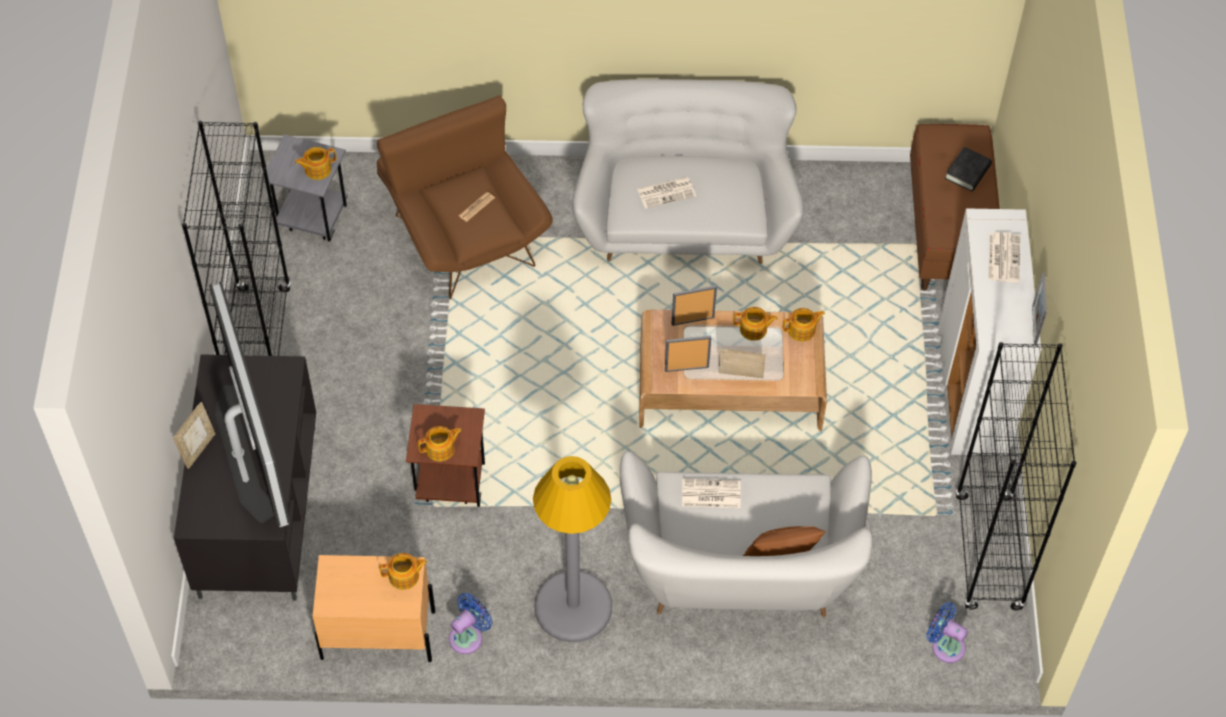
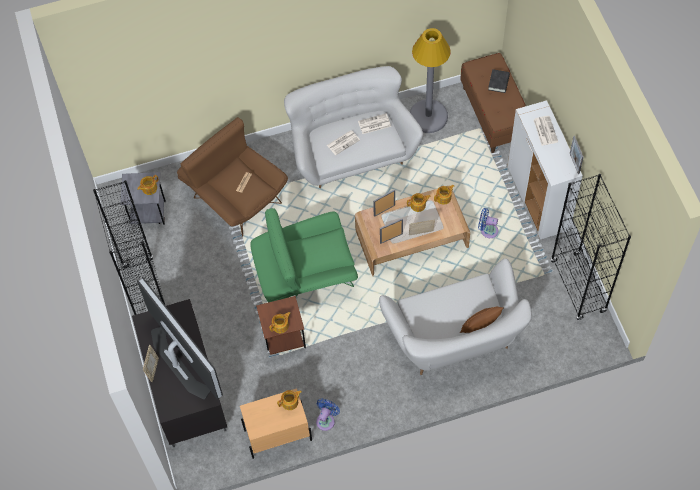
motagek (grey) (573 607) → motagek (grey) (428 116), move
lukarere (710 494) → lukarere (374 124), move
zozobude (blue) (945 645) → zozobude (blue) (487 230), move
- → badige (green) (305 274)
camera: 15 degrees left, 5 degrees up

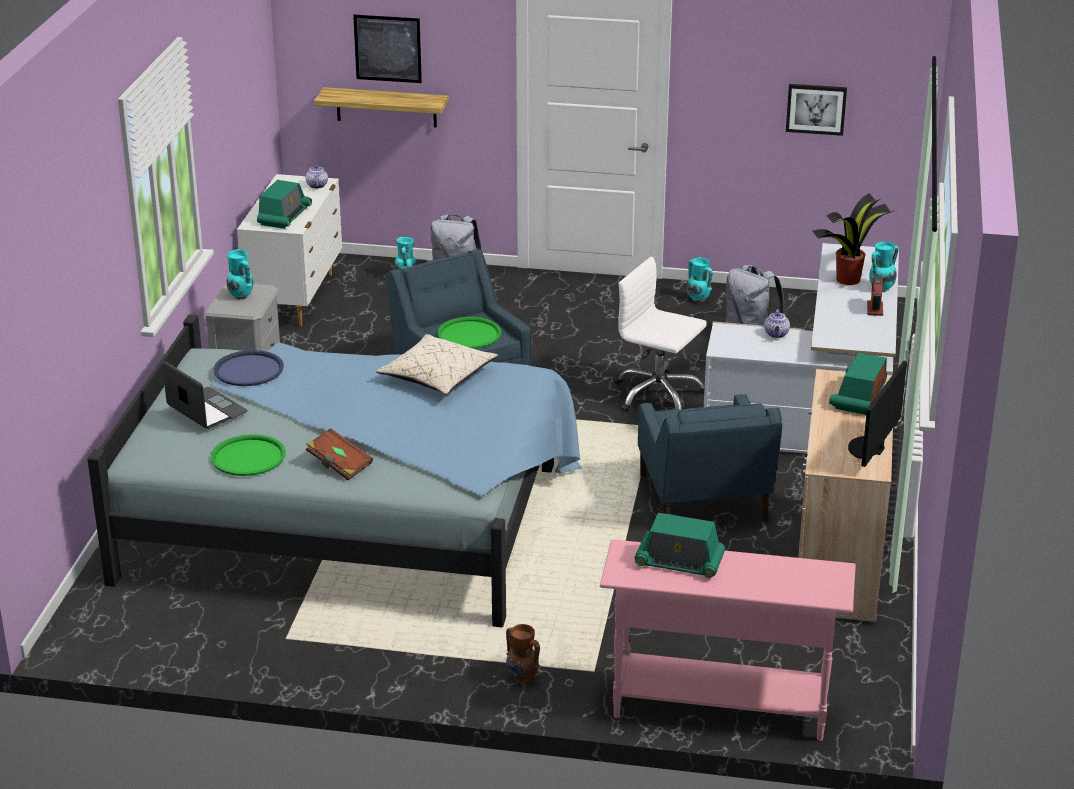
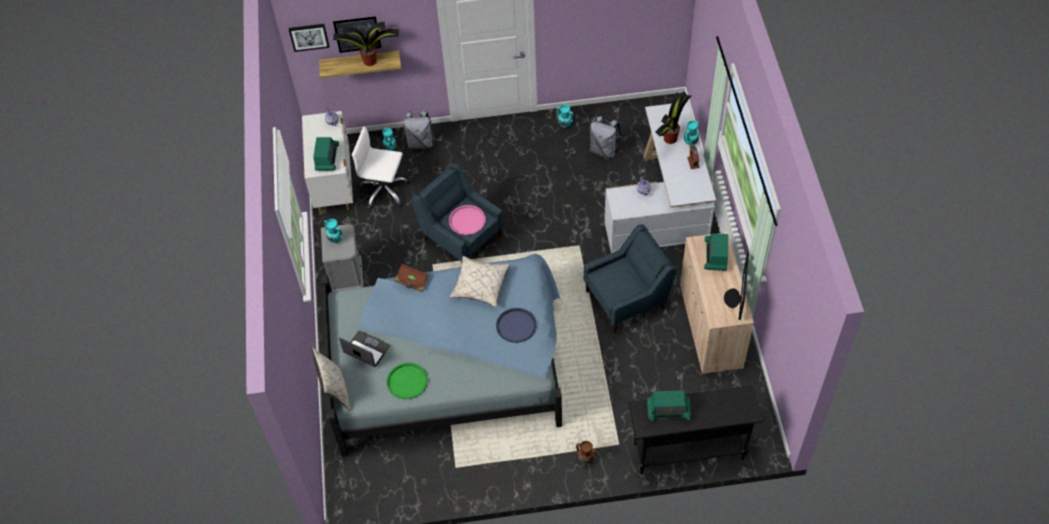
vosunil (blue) (248 369) → vosunil (blue) (516 325), move
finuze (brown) (339 465) → finuze (brown) (412 282), move
vosunil (green) (469 334) → vosunil (pink) (467 220)
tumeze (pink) (719 707) → tumeze (black) (688 451)
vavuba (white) (658 395) → vavuba (white) (384 191), move
badige (blue) (703 501) → badige (blue) (627 299), 90 degrees counterclockwise
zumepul (816 108) → zumepul (309 36), move
- → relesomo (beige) (335 390)
- → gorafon (371 61)
camera: 15 degrees left, 25 degrees up

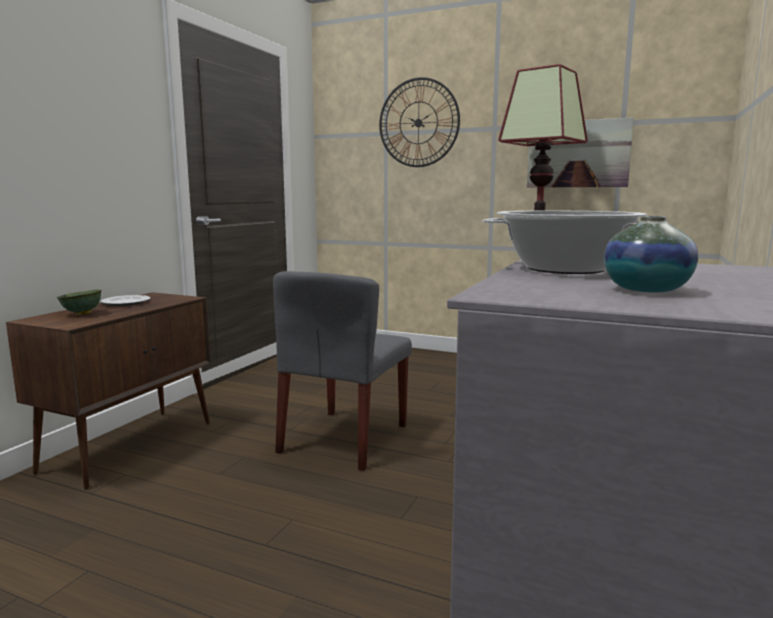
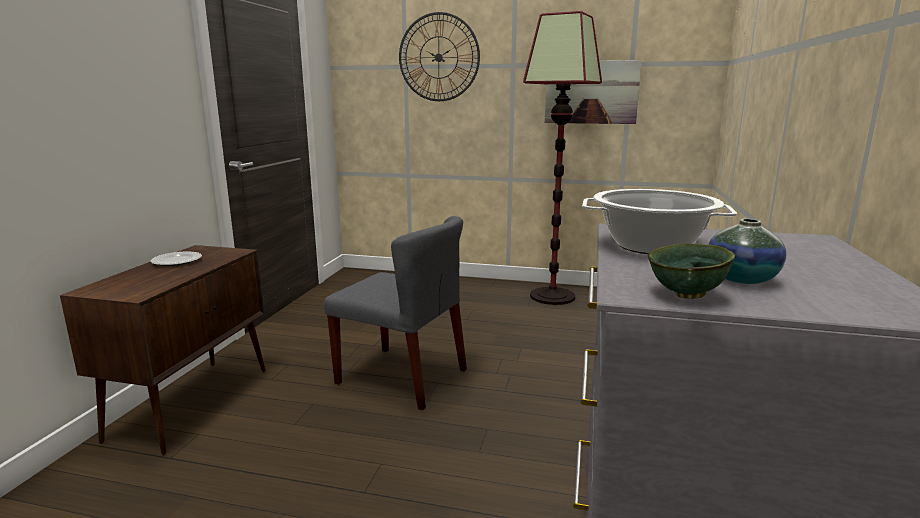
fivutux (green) (82 314) → fivutux (green) (687 296), move
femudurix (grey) (344 439) → femudurix (grey) (403 376), 75 degrees counterclockwise
camera: 10 degrees left, 5 degrees up

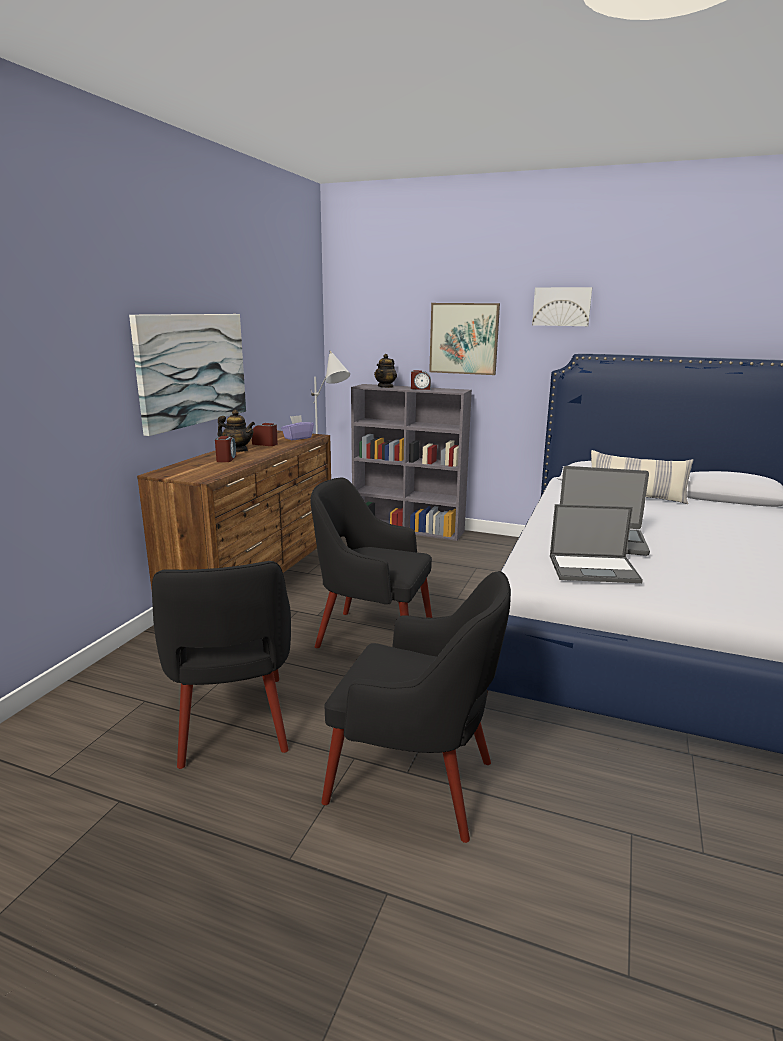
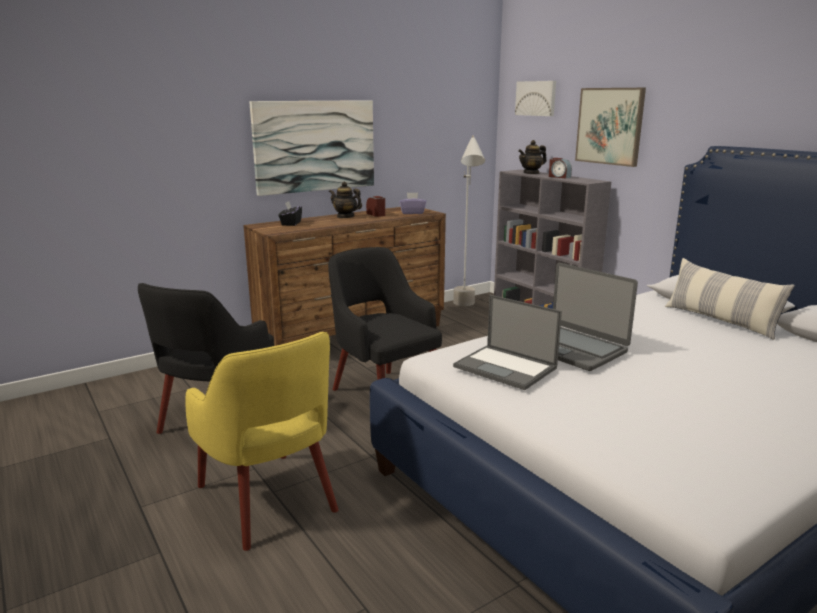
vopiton (226 459) → -
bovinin (237 450) → bovinin (345 216), 150 degrees clockwise
badige (black) (415 783) → badige (yellow) (268 500)
zumepul (561 306) → zumepul (536 98), move
- → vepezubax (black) (291 223)
camera: 35 degrees right, 0 degrees up

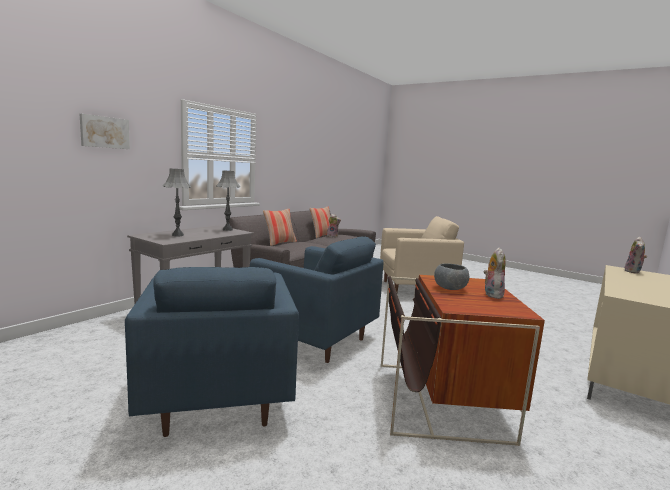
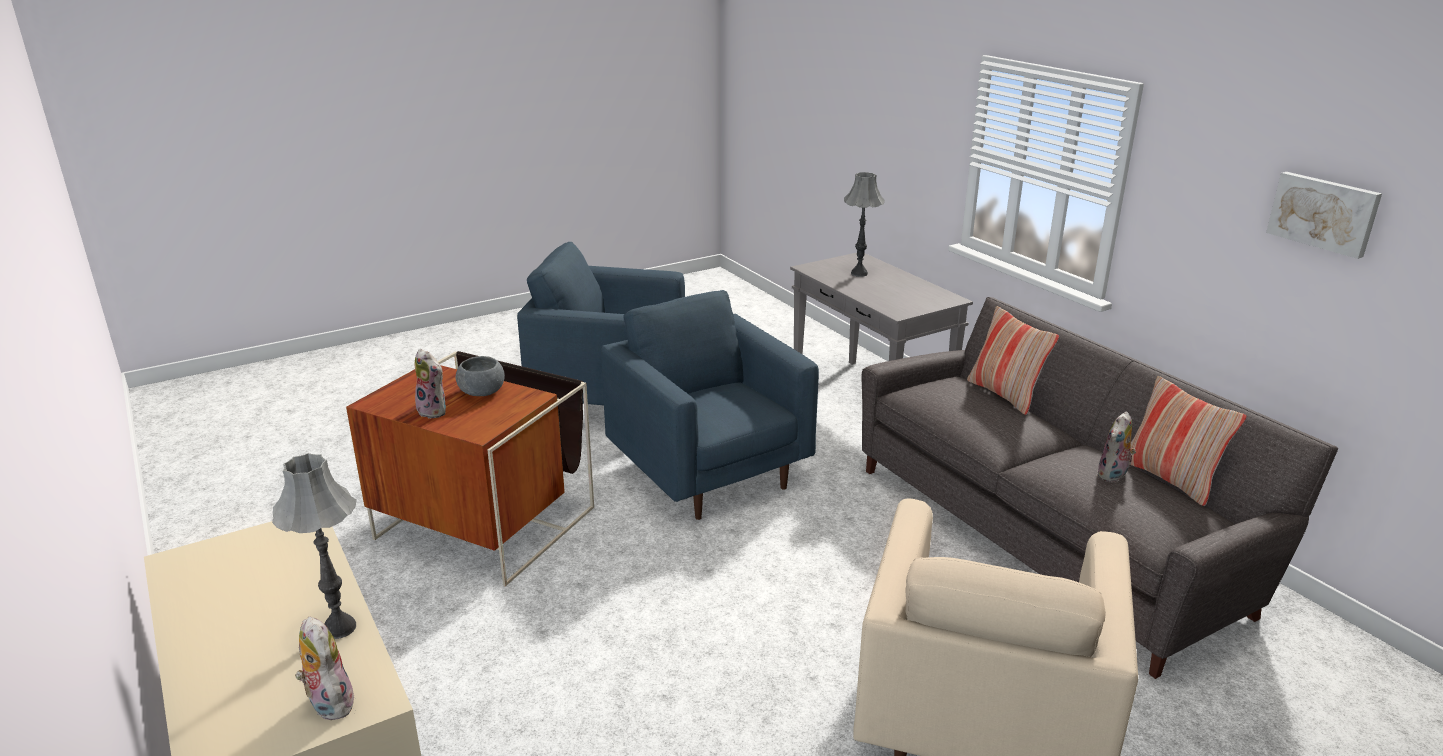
zumepul (104 132) → zumepul (1324 213), move
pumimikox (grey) (227 229) → pumimikox (grey) (339 628), move
badige (blue) (314 339) → badige (blue) (710 474), 90 degrees clockwise
camera: 115 degrees right, 15 degrees up

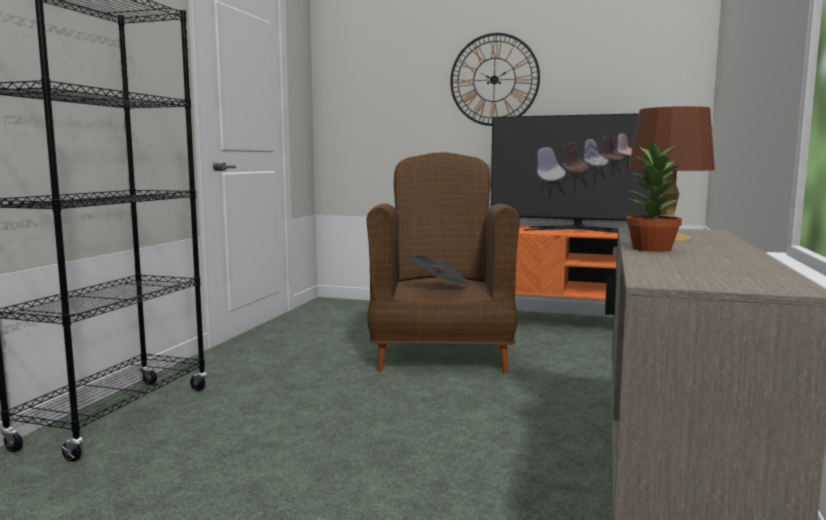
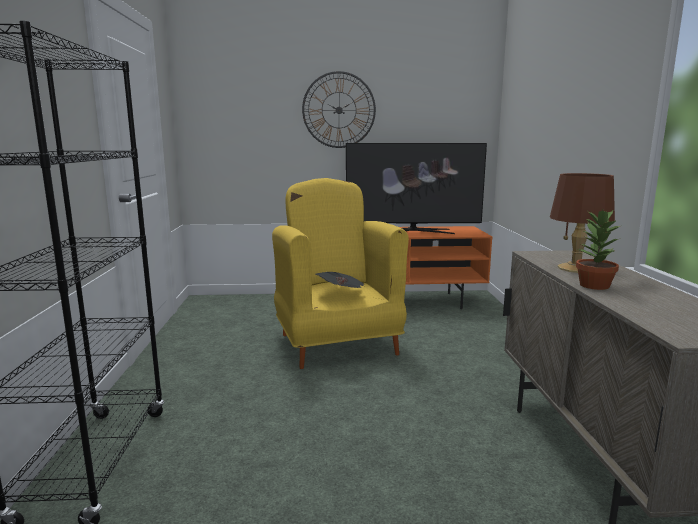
badige (brown) (442 354) → badige (yellow) (337 344)
camera: 20 degrees left, 5 degrees up

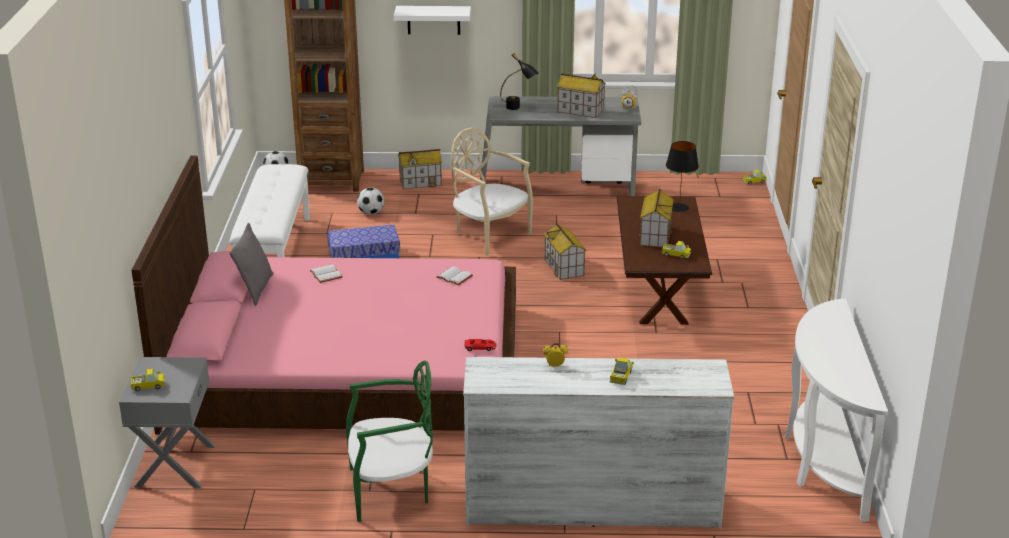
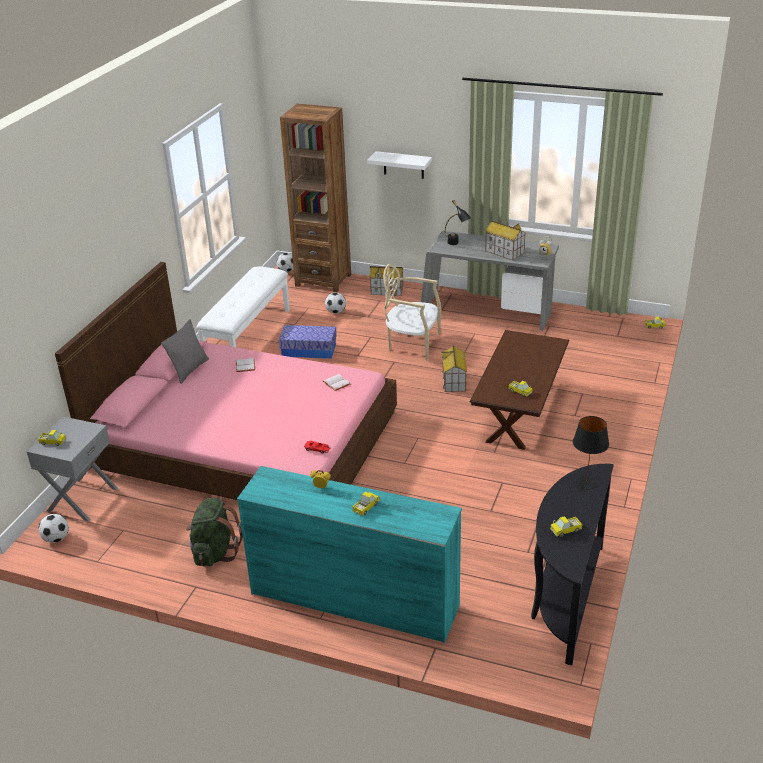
femudurix (green) (391 490) → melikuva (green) (215 552)
femudurix (beige) (489 235) → femudurix (beige) (412 344), 45 degrees counterclockwise
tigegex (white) (591 506) → tigegex (turquoise) (354 599)
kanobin (655 235) → -
pumimikox (black) (679 207) → pumimikox (black) (586 482), move
tumeze (white) (822 460) → tumeze (black) (565 598)
- → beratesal (56 538)
- → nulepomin (565 530)
camera: 20 degrees right, 5 degrees up

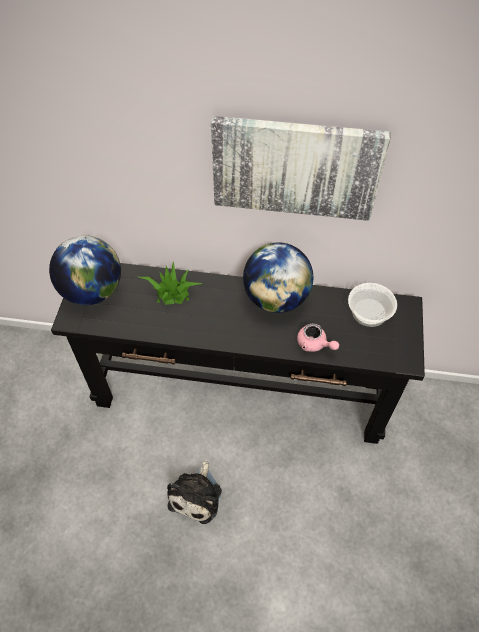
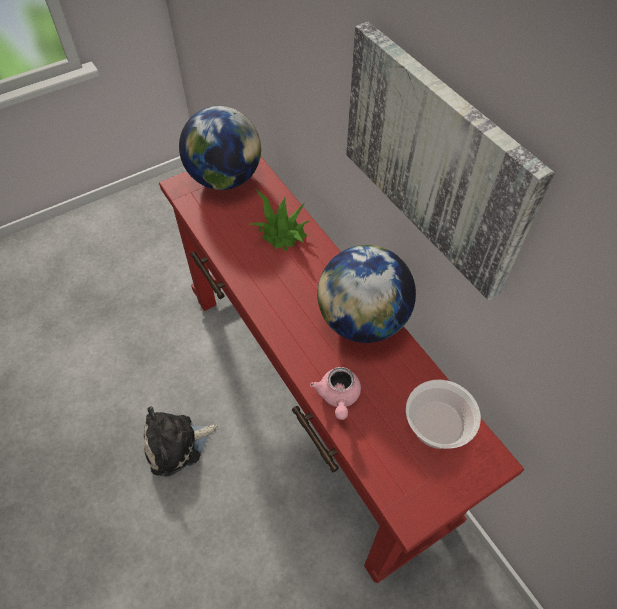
tumeze (black) (240 392) → tumeze (red) (311 401)
camera: 50 degrees right, 0 degrees up

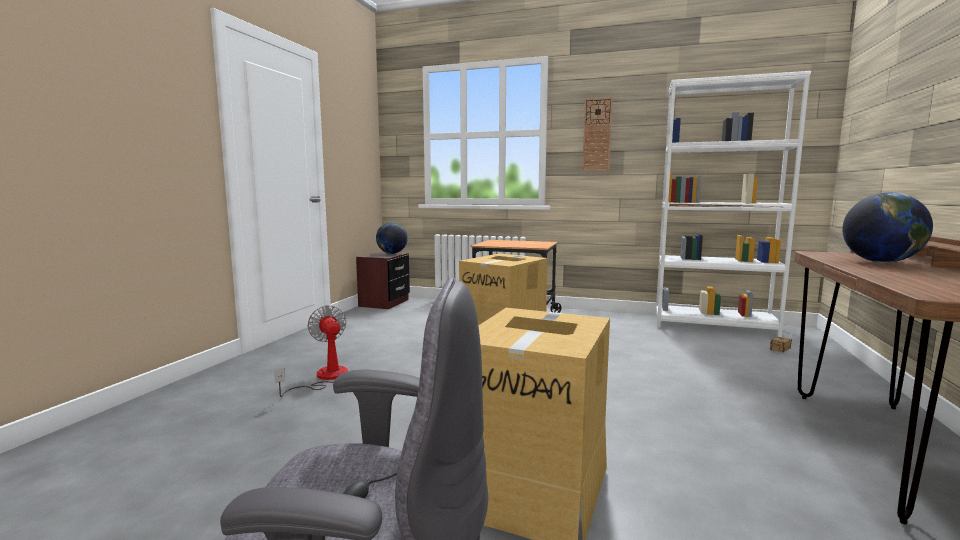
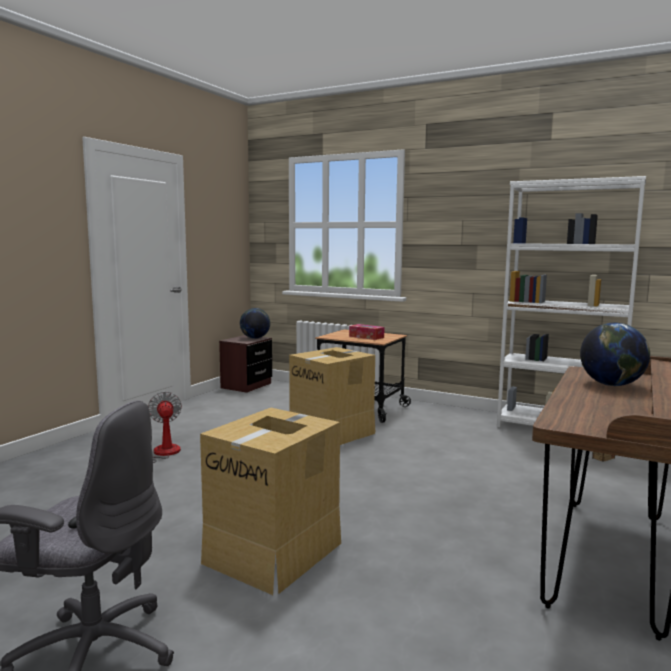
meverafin (597 135) → -
- → vepezubax (366 337)
camera: 10 degrees right, 0 degrees up

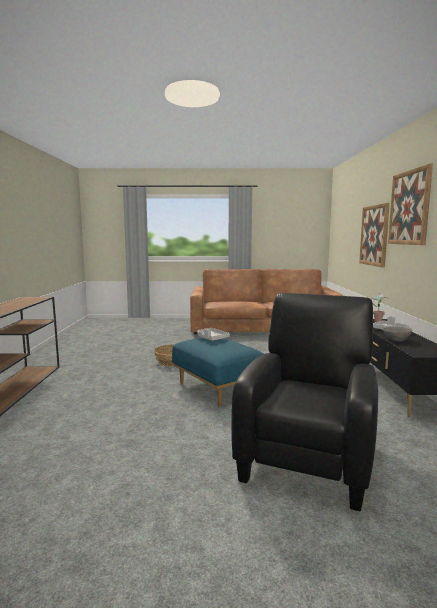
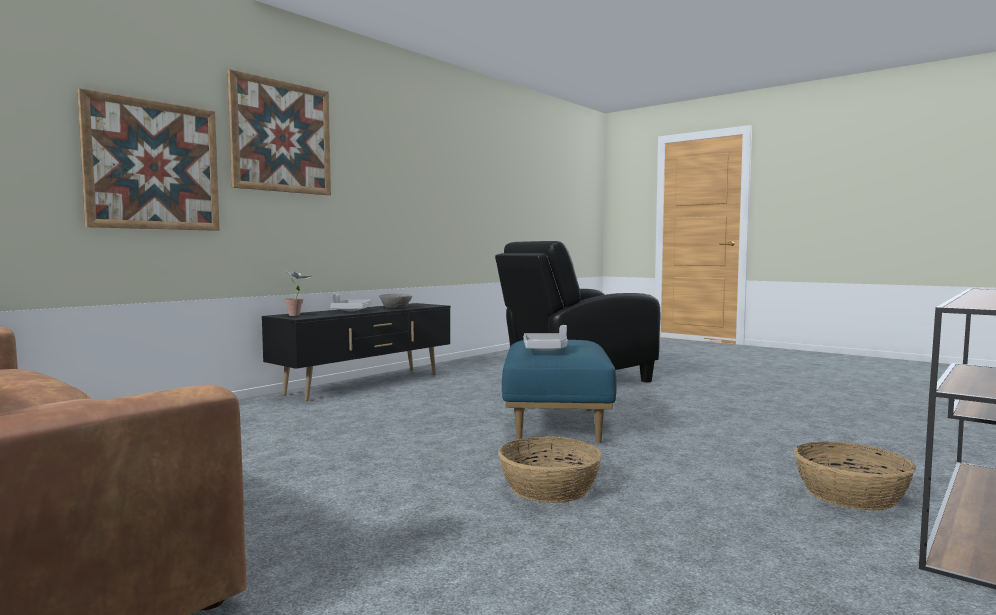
- → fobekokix (851 495)
camera: 140 degrees left, 5 degrees down

